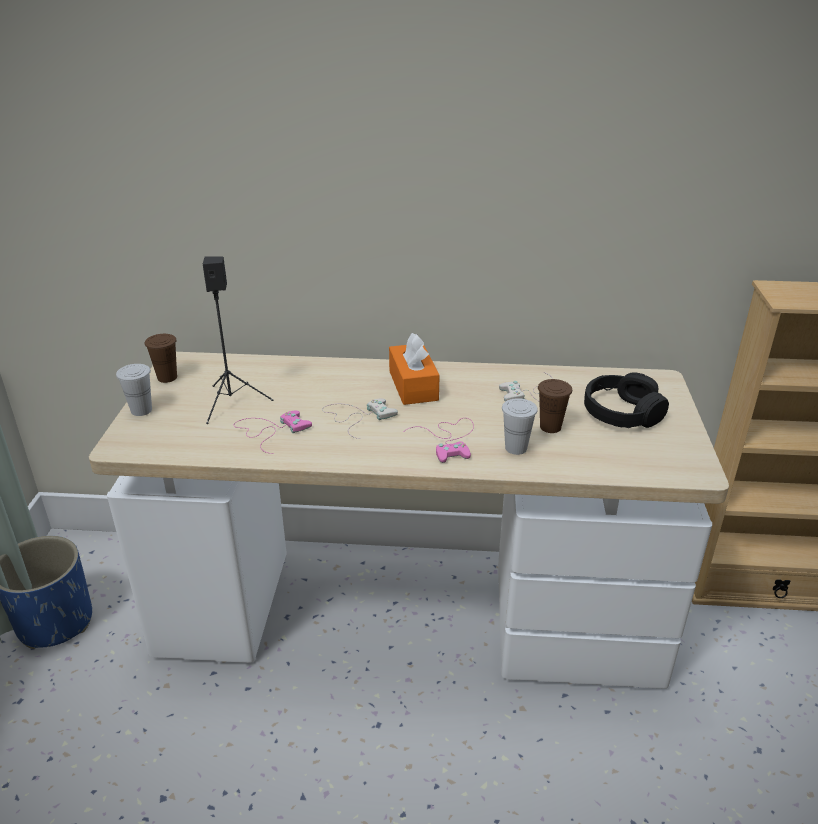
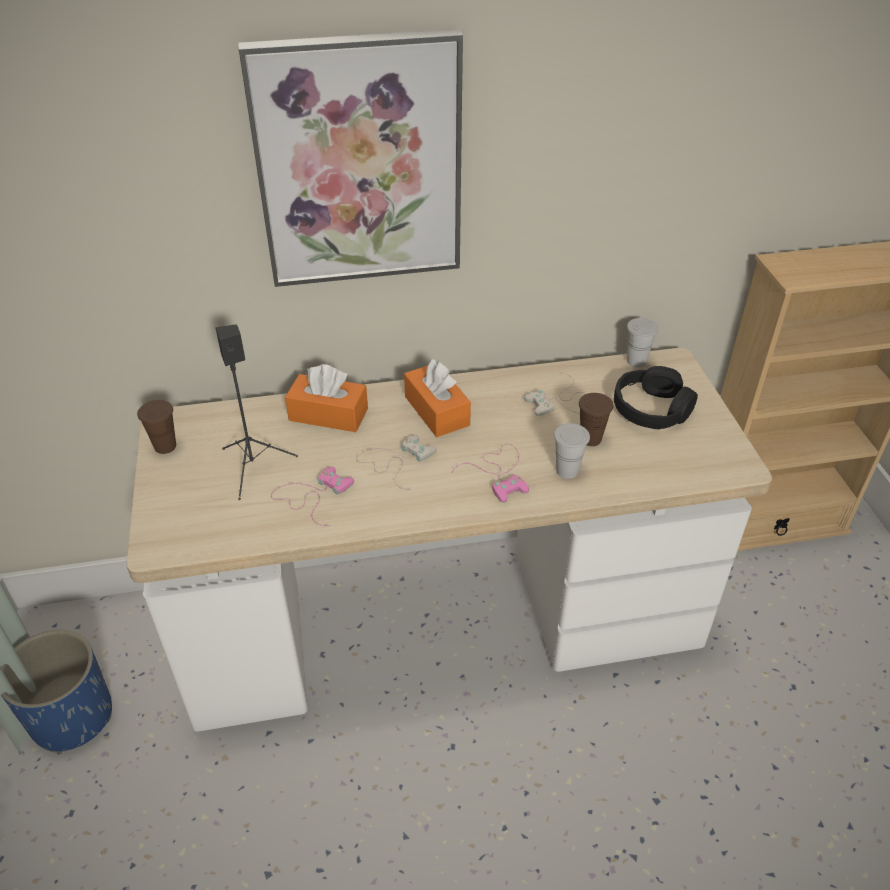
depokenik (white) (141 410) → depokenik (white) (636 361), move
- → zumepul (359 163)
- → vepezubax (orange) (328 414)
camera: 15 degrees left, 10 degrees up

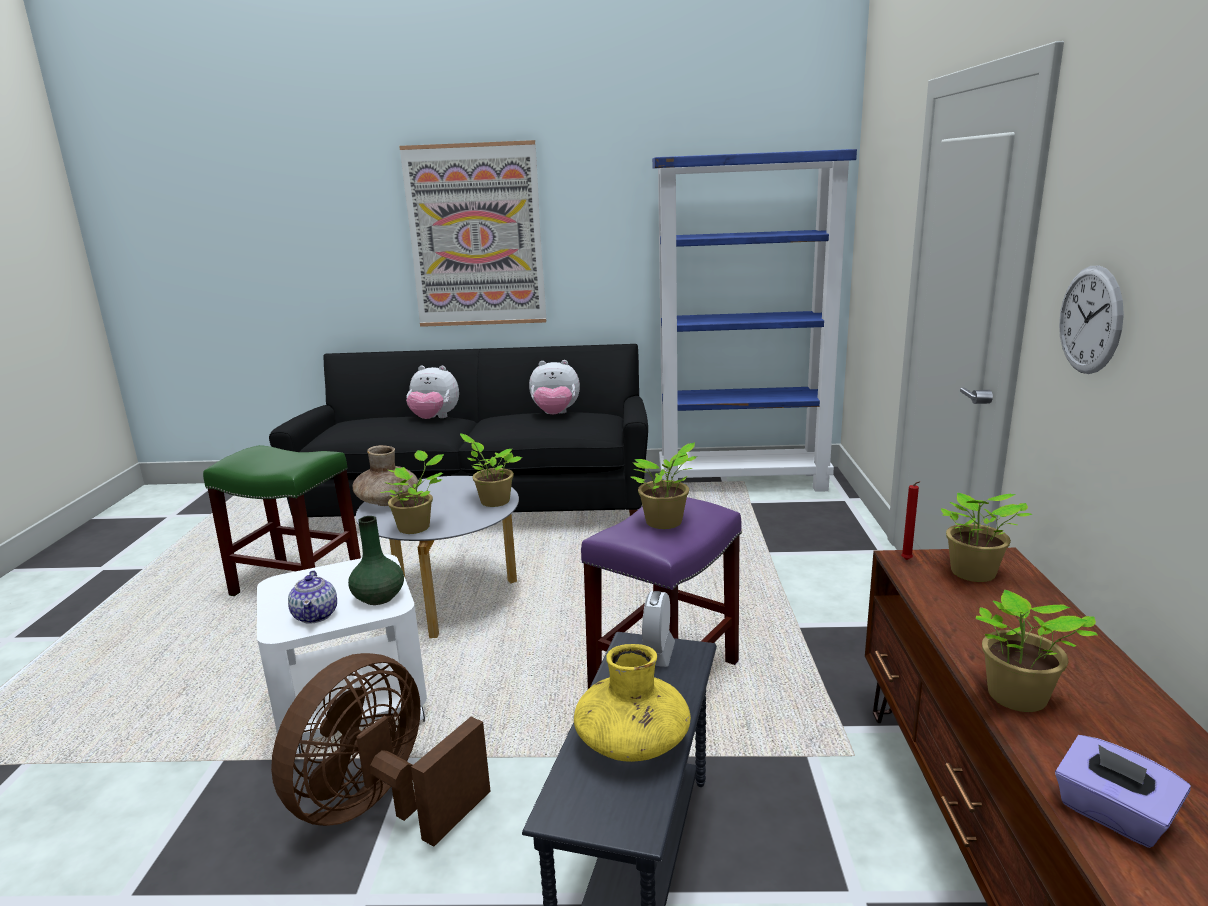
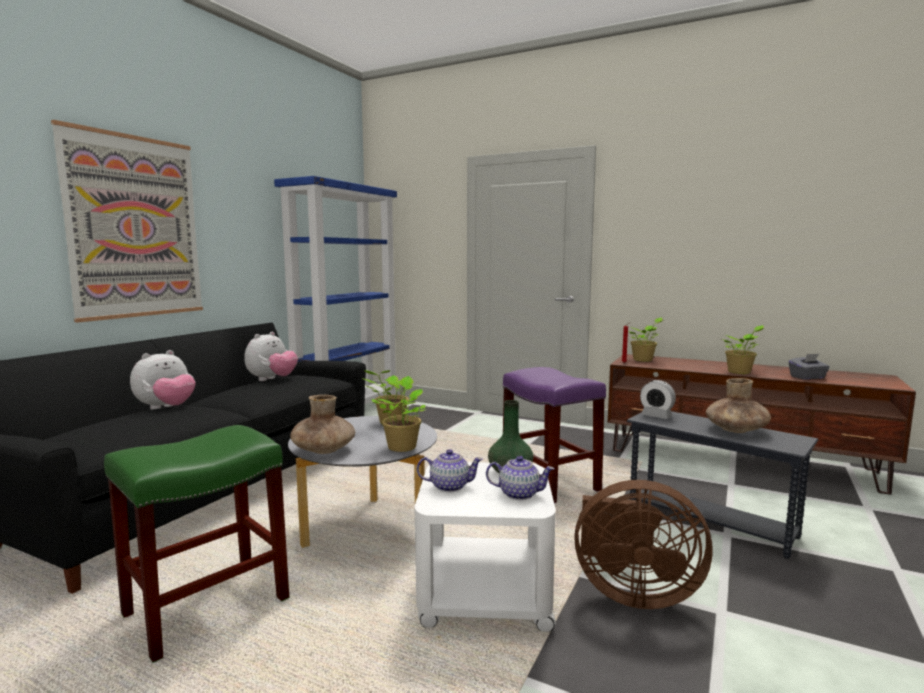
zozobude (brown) (383 807) → zozobude (brown) (631 592), 45 degrees counterclockwise
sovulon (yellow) (632 742) → sovulon (brown) (735 430)
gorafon (665 523) → -
vepezubax (purple) (1112 815) → vepezubax (grey) (807 377)
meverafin (1090 320) → -
- → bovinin (449 486)
camera: 65 degrees left, 10 degrees down

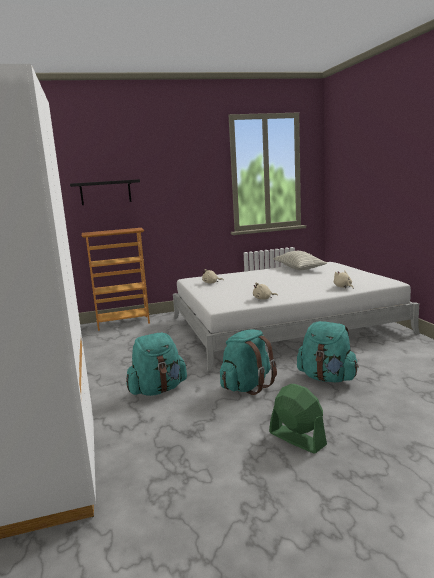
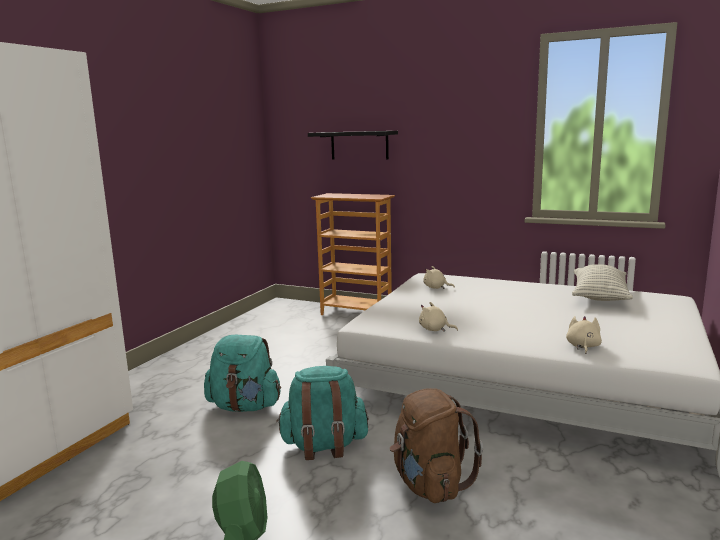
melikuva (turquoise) (327 378) → melikuva (brown) (430 484)
camera: 40 degrees right, 0 degrees up

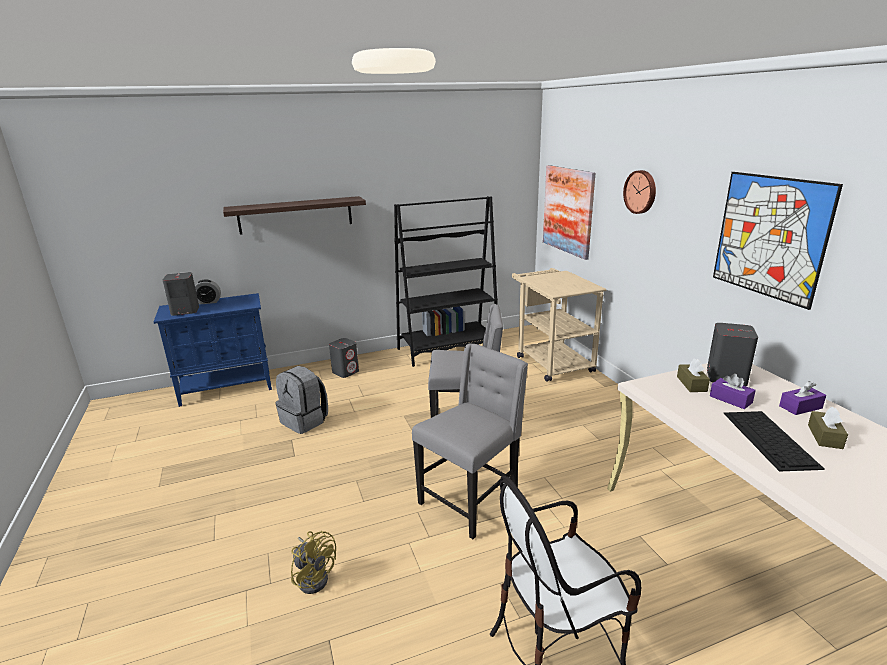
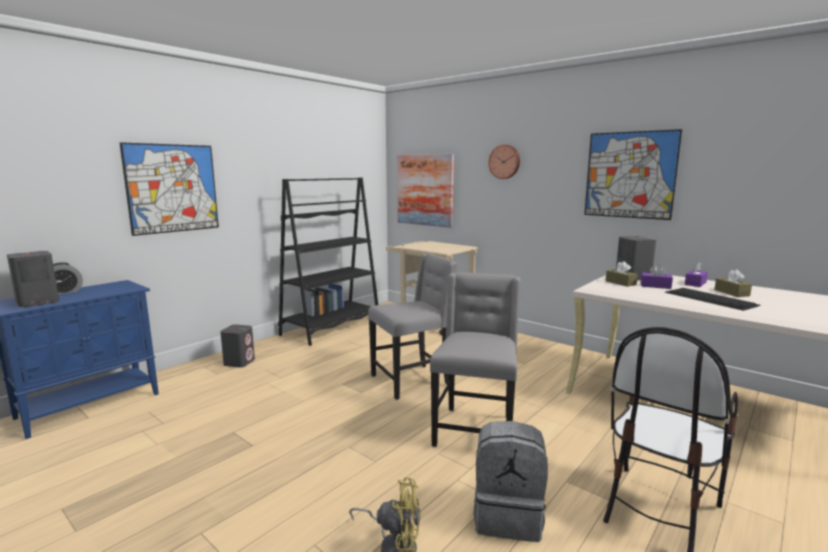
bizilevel (295 215) → zumepul (173 188)
melikuva (grey) (305 421) → melikuva (grey) (508 516), move
camera: 30 degrees left, 10 degrees down

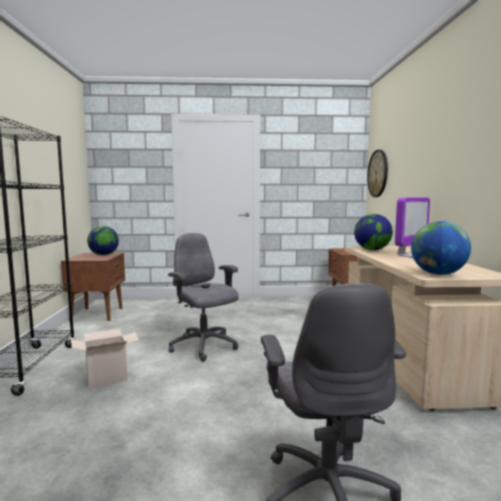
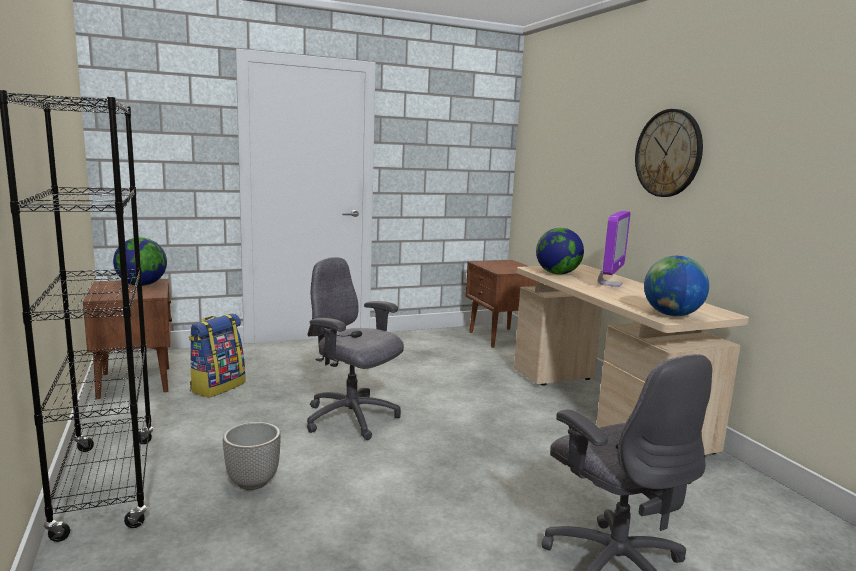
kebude (108 378) → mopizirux (253 482)
meverafin (378 173) → meverafin (668 153), move
- → melikuva (217 387)
camera: 20 degrees left, 5 degrees up

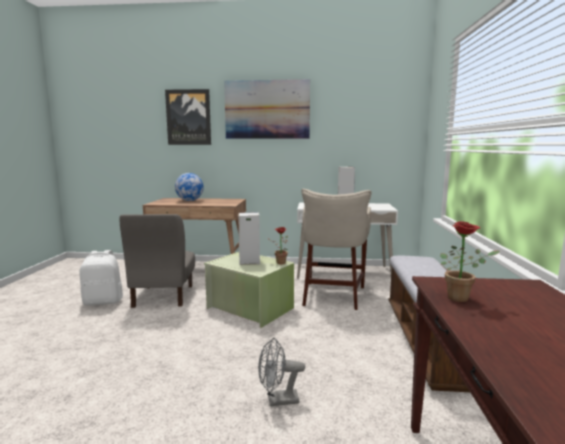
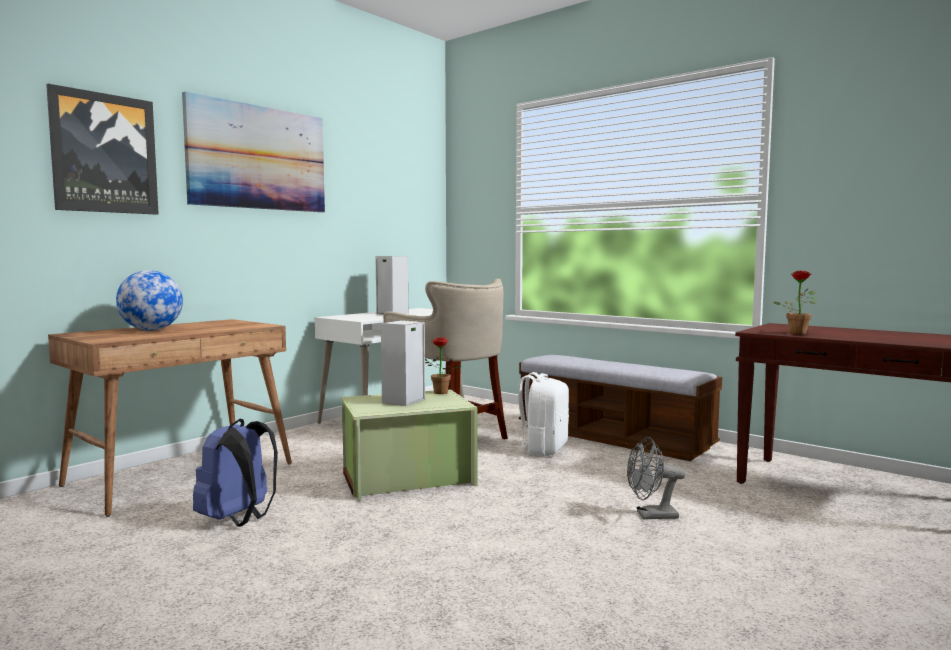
melikuva (white) (103 302) → melikuva (white) (542 449), move
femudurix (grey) (163 296) → melikuva (blue) (239 519)
zozobude (grey) (278 401) → zozobude (grey) (651 516), 60 degrees clockwise
camera: 55 degrees left, 5 degrees down

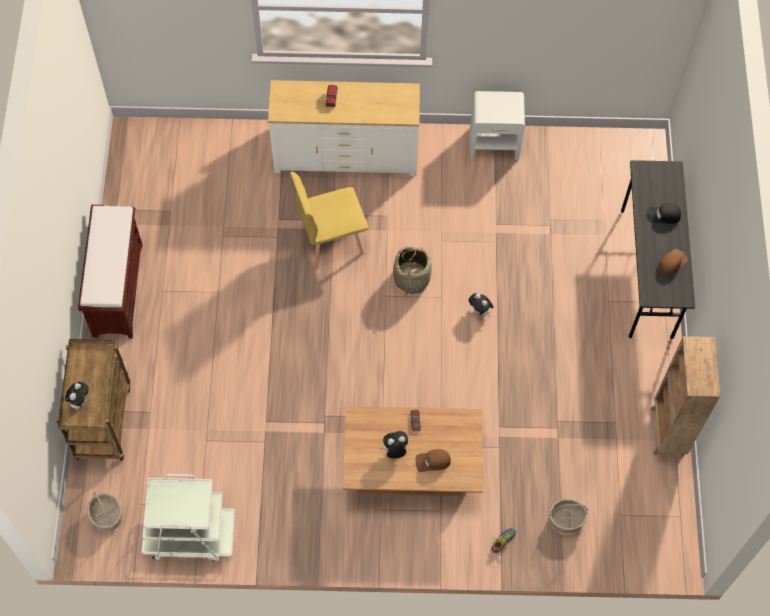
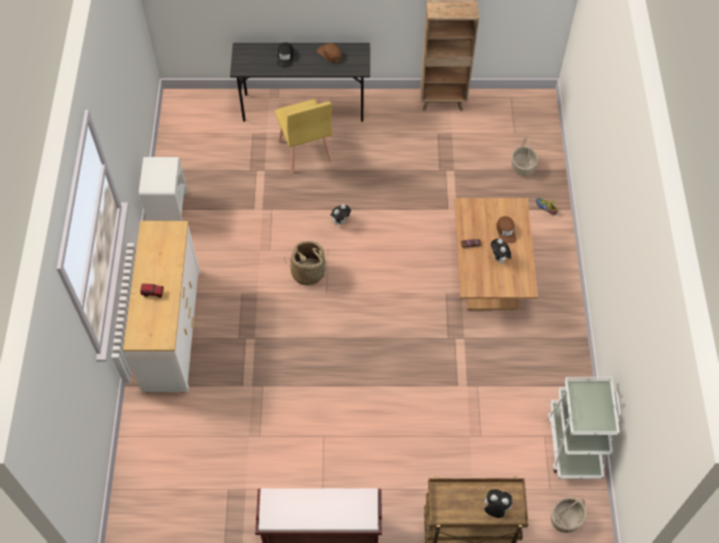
femudurix (yellow) (331 240) → femudurix (yellow) (305 151), move
camera: 90 degrees left, 5 degrees down

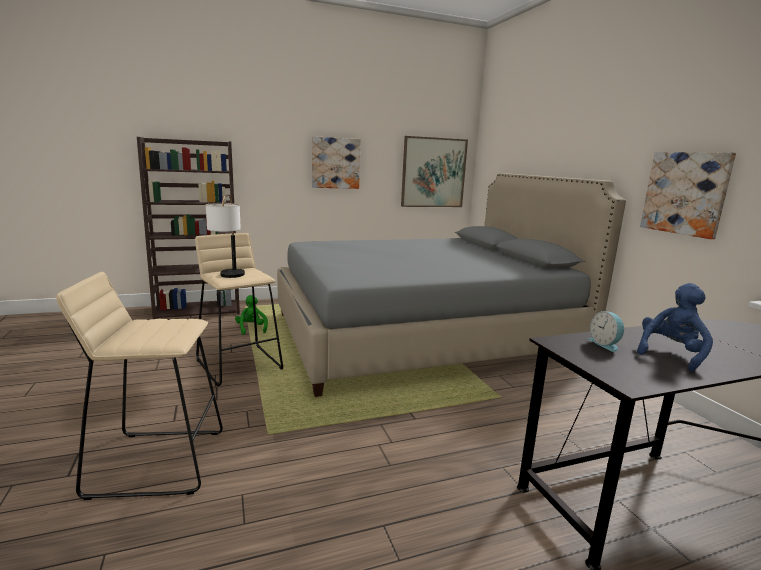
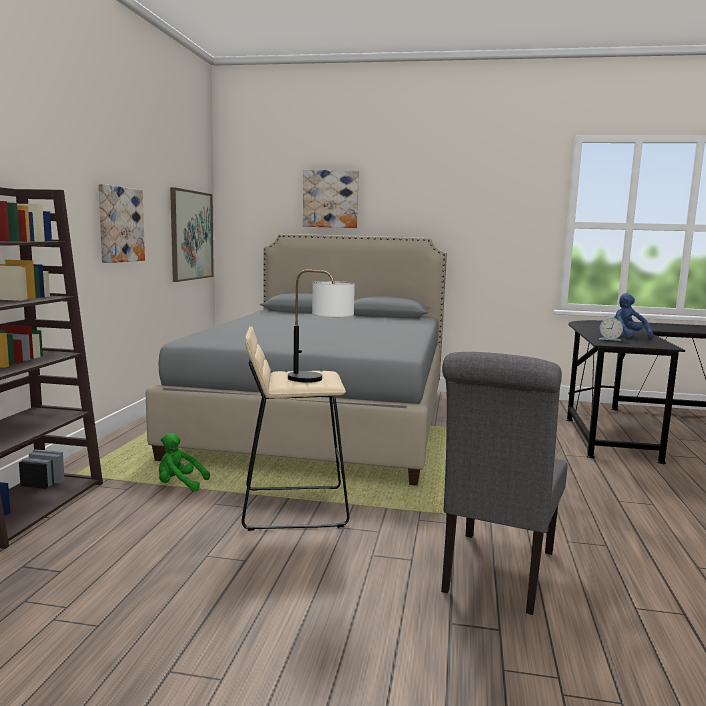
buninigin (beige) (157 461) → femudurix (grey) (496 575)
zumepul (685 193) → zumepul (330 199), move
camera: 60 degrees left, 5 degrees down

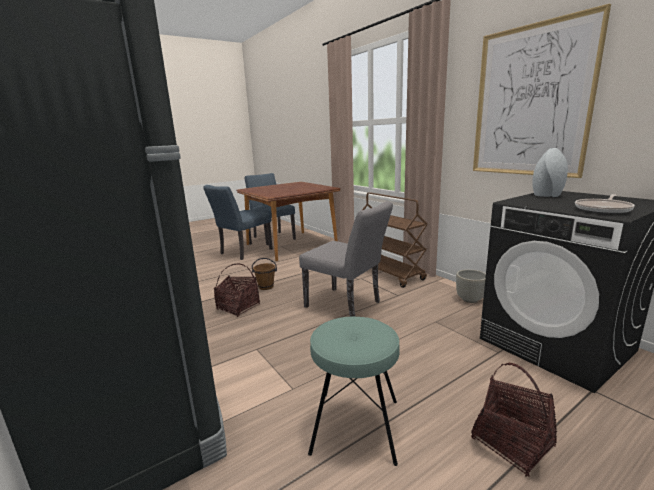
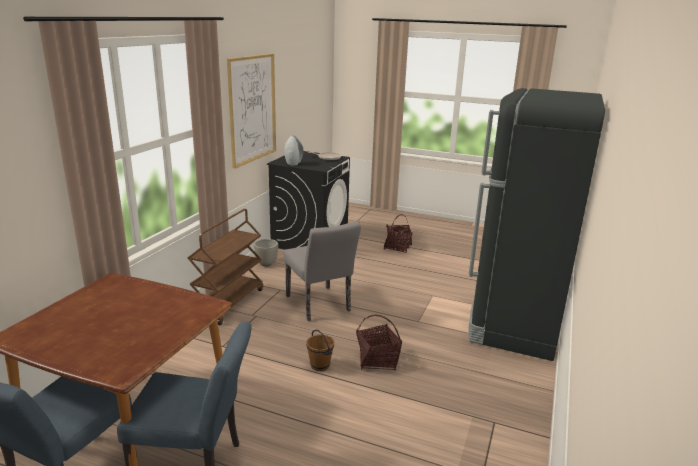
femudurix (grey) (347 306) → femudurix (grey) (320 306), 150 degrees clockwise
buninigin (turquoise) (356 426) → -
camera: 125 degrees left, 5 degrees up

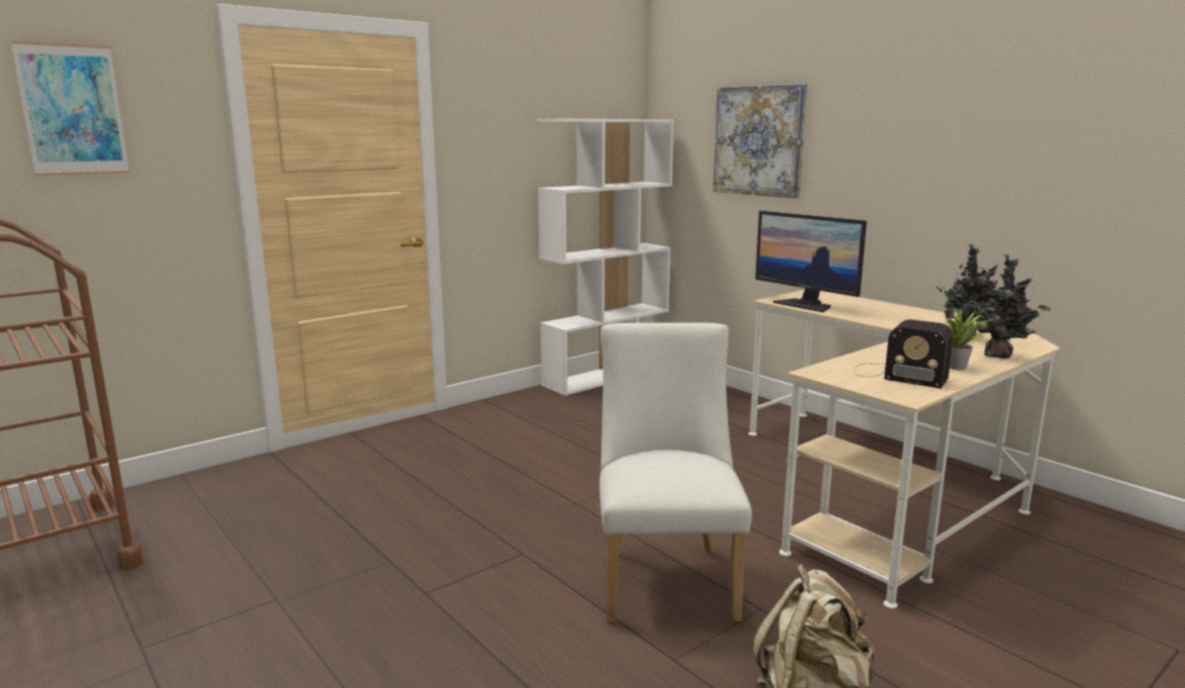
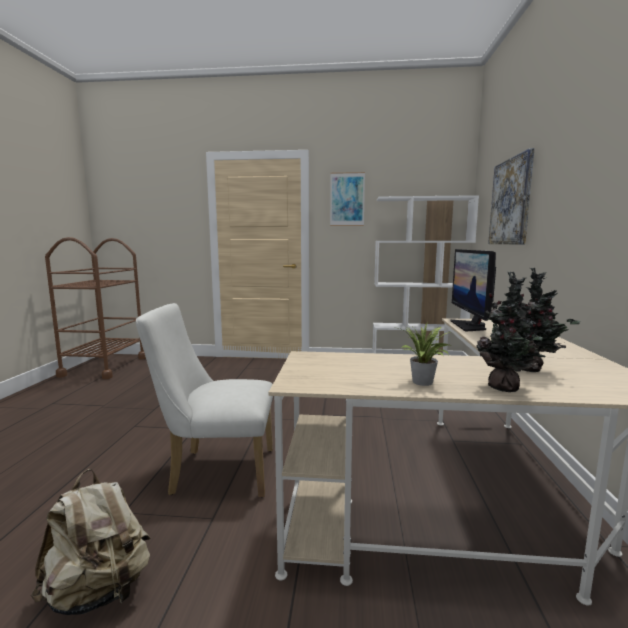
zumepul (72 110) → zumepul (347 199), move
femudurix (white) (666 576) → femudurix (white) (216 471), 135 degrees counterclockwise
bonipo (896 374) → -
camera: 45 degrees right, 5 degrees down

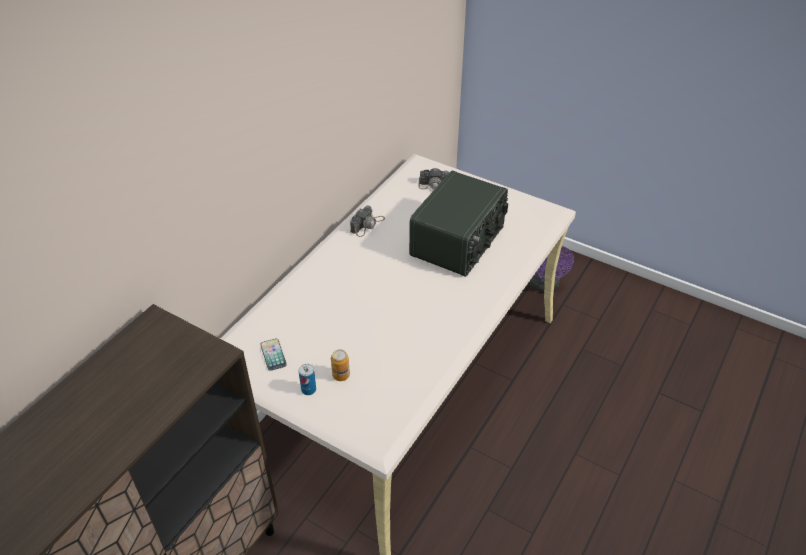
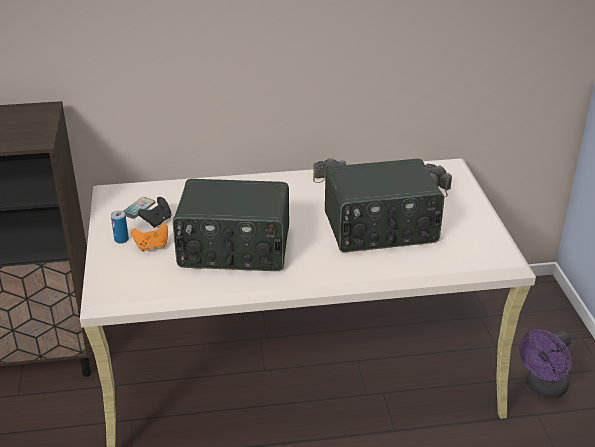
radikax (341 375) → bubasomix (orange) (152 246)
- → bubasomix (black) (157 221)
- → bonipo (234 249)
camera: 50 degrees right, 10 degrees down

